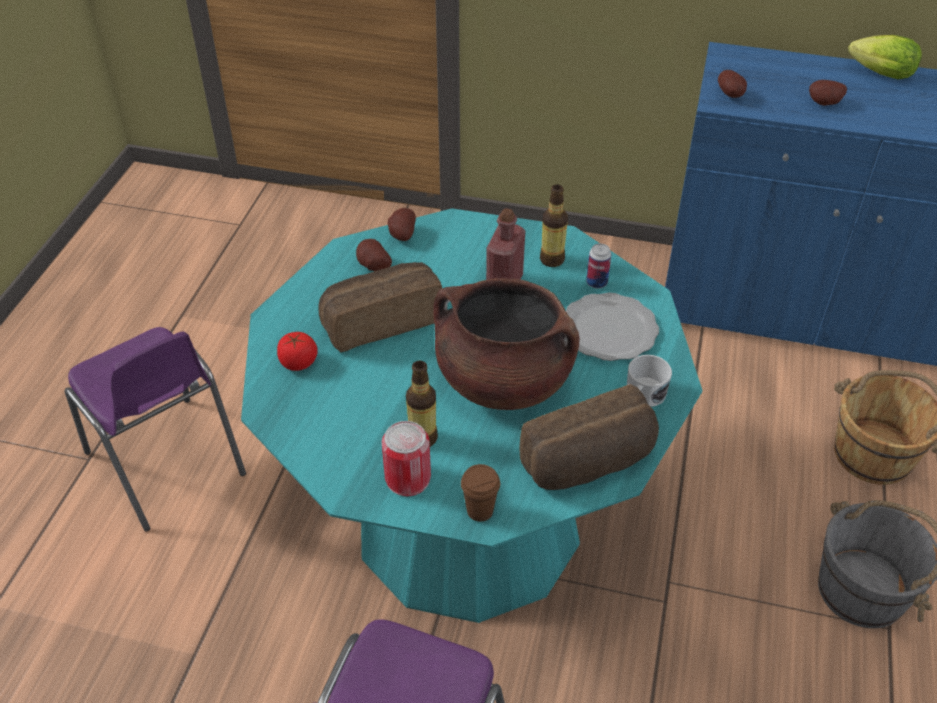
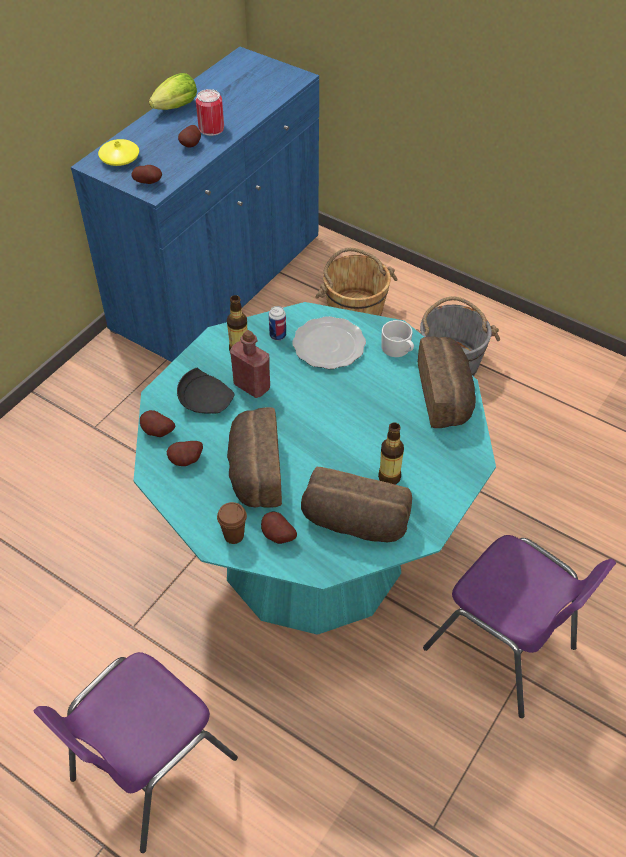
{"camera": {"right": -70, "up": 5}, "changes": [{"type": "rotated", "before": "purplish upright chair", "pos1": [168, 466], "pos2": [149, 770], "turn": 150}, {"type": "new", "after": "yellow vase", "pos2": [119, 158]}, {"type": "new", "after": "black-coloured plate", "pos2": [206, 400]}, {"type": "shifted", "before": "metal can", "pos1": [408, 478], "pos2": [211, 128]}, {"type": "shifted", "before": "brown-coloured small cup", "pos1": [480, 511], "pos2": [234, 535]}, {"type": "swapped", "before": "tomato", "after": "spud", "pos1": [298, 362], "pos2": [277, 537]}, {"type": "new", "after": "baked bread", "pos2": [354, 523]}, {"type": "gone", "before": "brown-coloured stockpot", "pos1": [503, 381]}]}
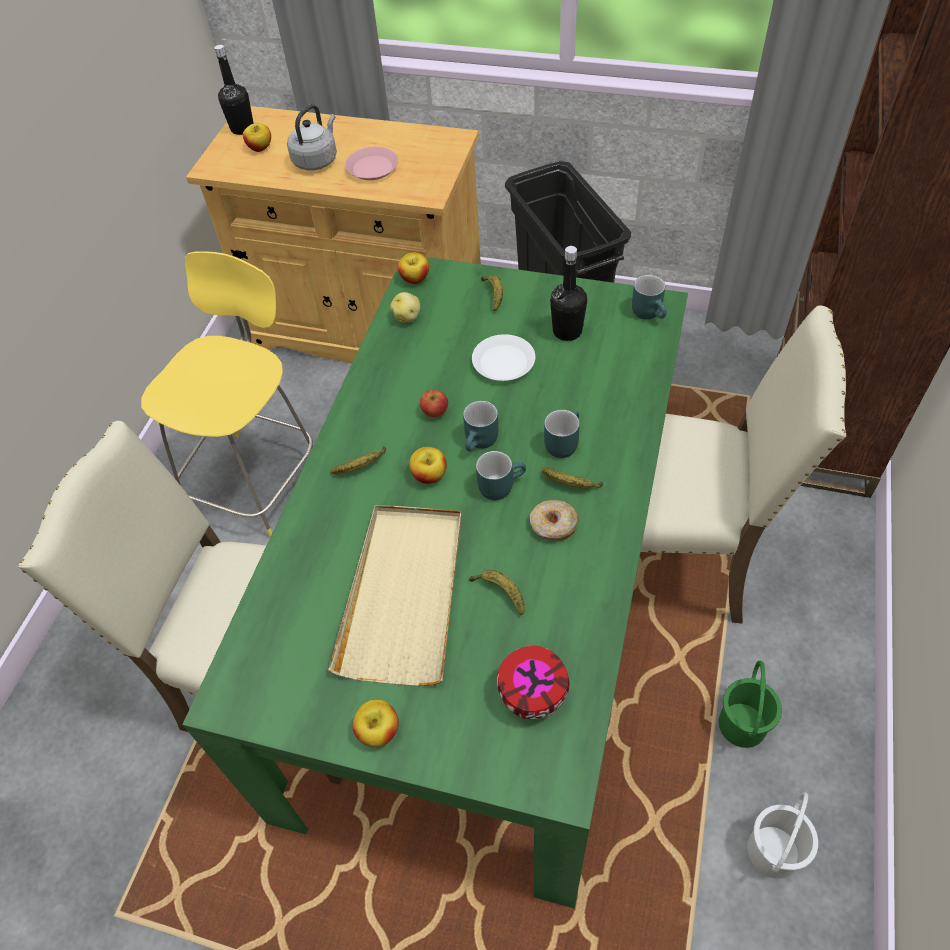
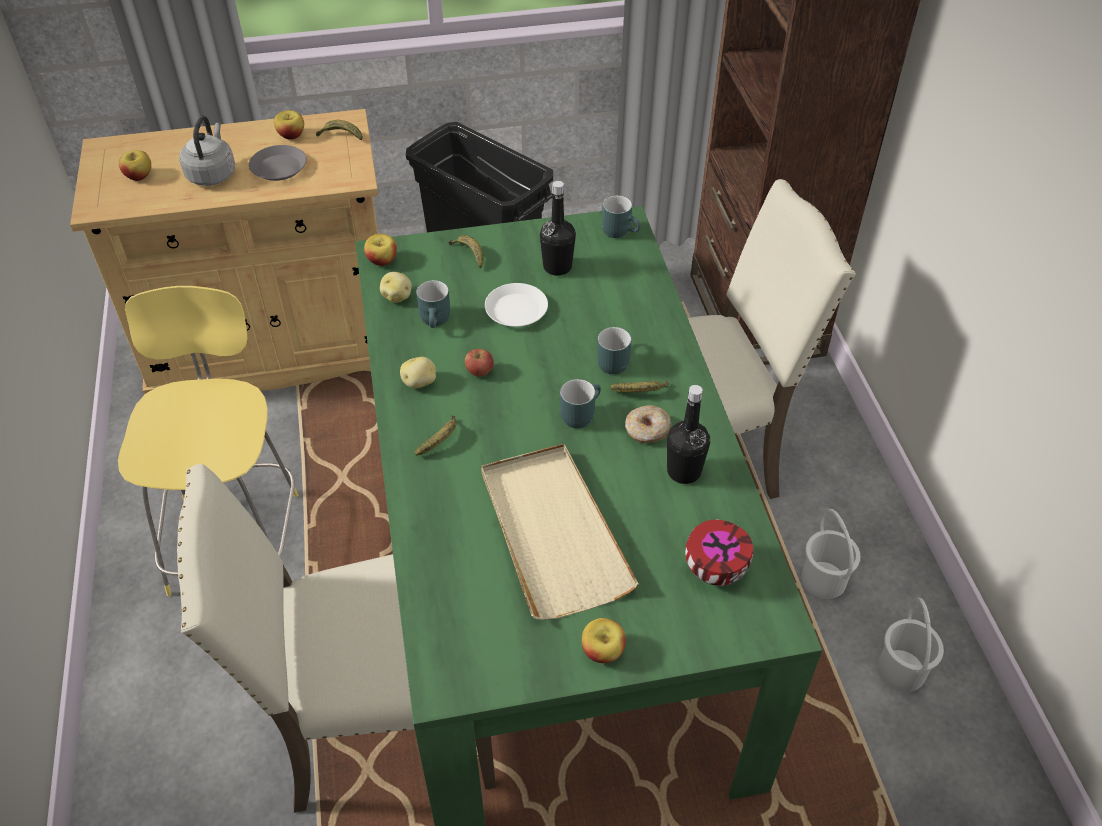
{"camera": {"right": -30, "up": -5}, "changes": [{"type": "repainted", "before": "pinkish plate", "after": "grey plate", "pos1": [372, 168], "pos2": [278, 167]}, {"type": "shifted", "before": "apple fruit", "pos1": [429, 475], "pos2": [291, 135]}, {"type": "shifted", "before": "banana fruit", "pos1": [500, 592], "pos2": [341, 136]}, {"type": "new", "after": "spud", "pos2": [420, 382]}, {"type": "shifted", "before": "blue-green coffee mug", "pos1": [481, 442], "pos2": [437, 320]}, {"type": "shifted", "before": "black-coloured beverage bottle", "pos1": [242, 128], "pos2": [684, 471]}, {"type": "repainted", "before": "greenish water bucket", "after": "whitish water bucket", "pos1": [743, 724], "pos2": [824, 579]}]}
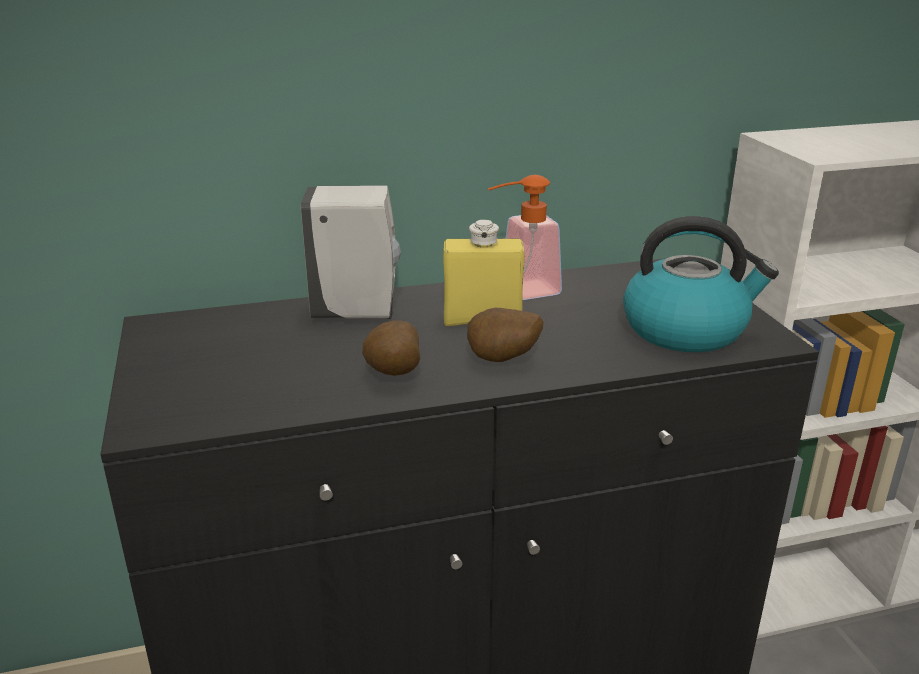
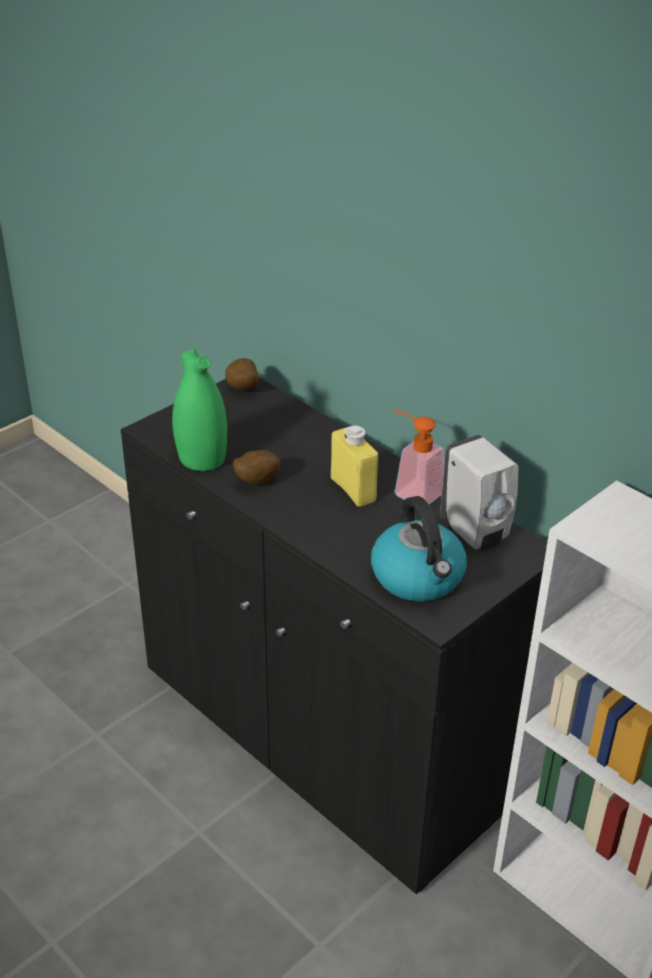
{"camera": {"right": 60, "up": 10}, "changes": [{"type": "new", "after": "greenish vase", "pos2": [202, 457]}, {"type": "shifted", "before": "spud", "pos1": [502, 361], "pos2": [242, 389]}, {"type": "shifted", "before": "whitish soap bottle", "pos1": [359, 313], "pos2": [475, 533]}]}
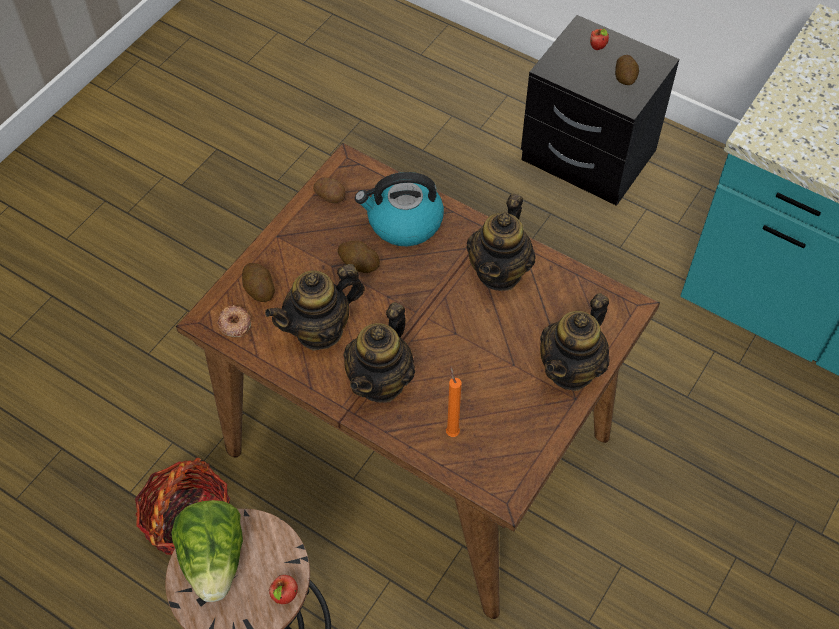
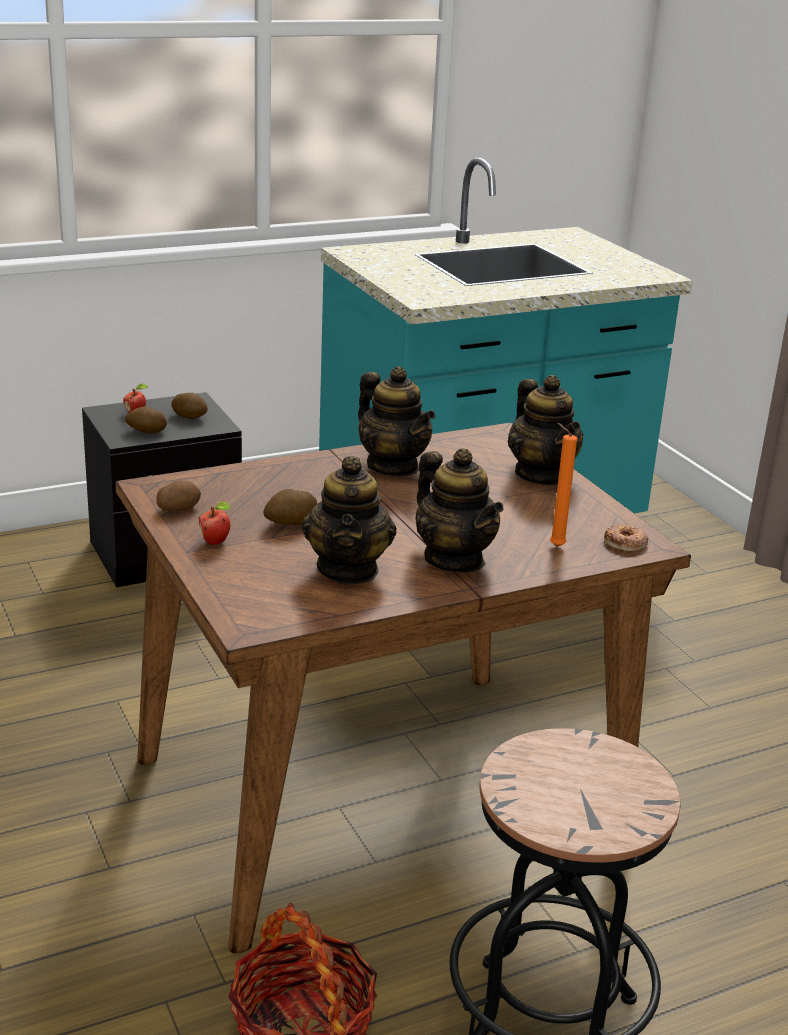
{"camera": {"right": -60, "up": -30}, "changes": [{"type": "shifted", "before": "spud", "pos1": [259, 289], "pos2": [146, 431]}, {"type": "shifted", "before": "apple fruit", "pos1": [285, 597], "pos2": [216, 542]}, {"type": "shifted", "before": "donut", "pos1": [234, 324], "pos2": [625, 543]}, {"type": "gone", "before": "lettuce", "pos1": [214, 560]}, {"type": "gone", "before": "water kettle", "pos1": [403, 222]}]}
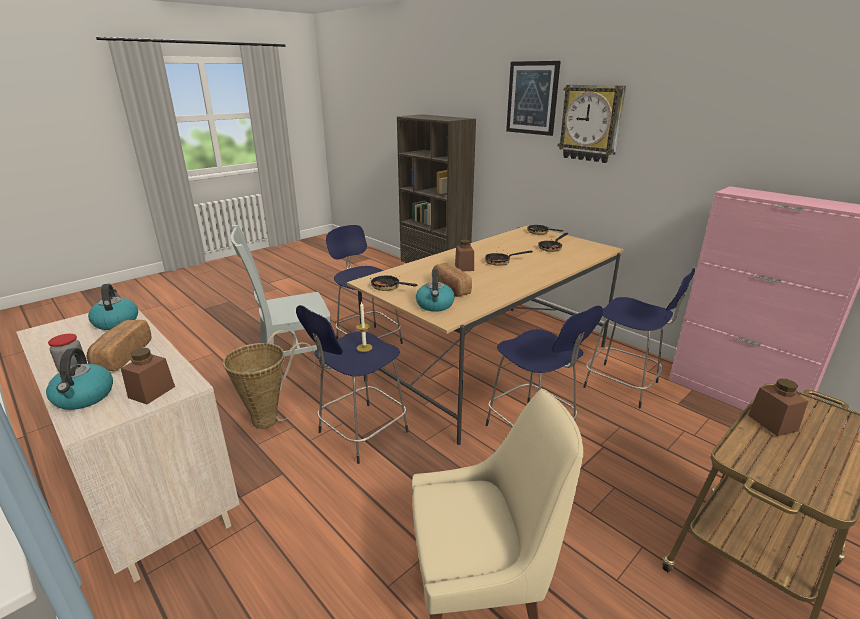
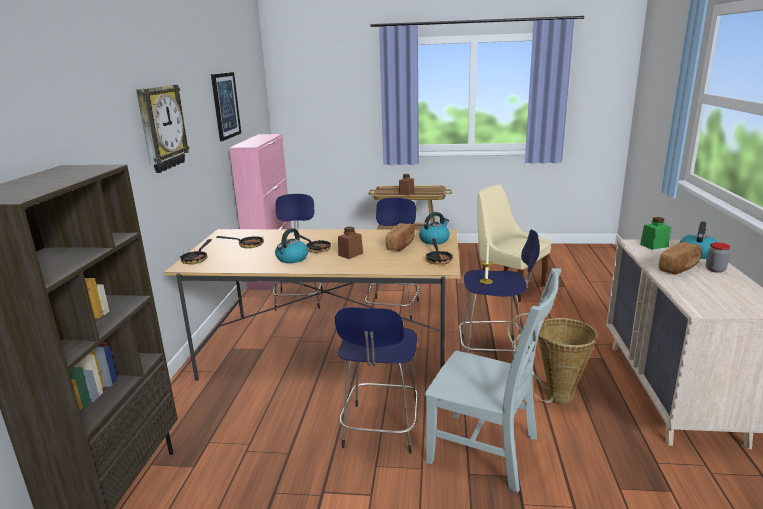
{"camera": {"right": -130, "up": -5}, "changes": [{"type": "shifted", "before": "picture", "pos1": [532, 98], "pos2": [225, 105]}, {"type": "shifted", "before": "water kettle", "pos1": [116, 322], "pos2": [292, 259]}, {"type": "repainted", "before": "brown-coloured preserve jar", "after": "greenish preserve jar", "pos1": [152, 392], "pos2": [654, 245]}]}
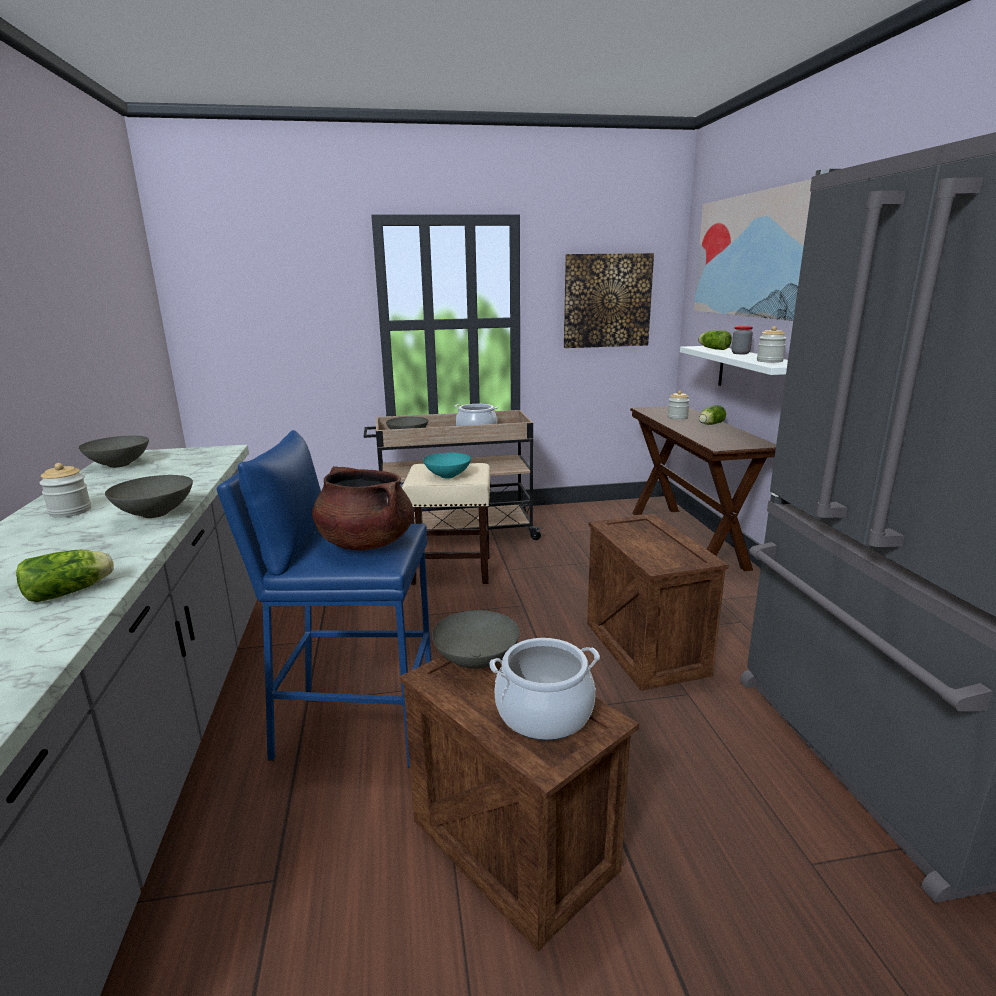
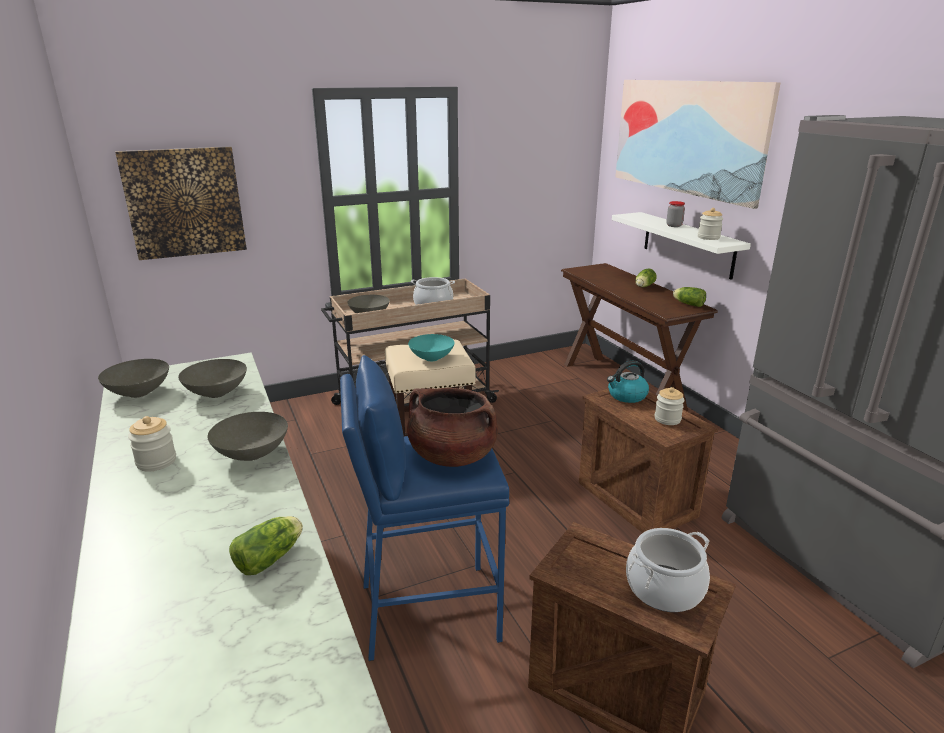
{"camera": {"right": -15, "up": 5}, "changes": [{"type": "shifted", "before": "picture", "pos1": [607, 301], "pos2": [184, 202]}, {"type": "shifted", "before": "grey deep dish", "pos1": [475, 660], "pos2": [216, 393]}, {"type": "new", "after": "water kettle", "pos2": [626, 396]}, {"type": "shifted", "before": "preserve jar", "pos1": [677, 417], "pos2": [667, 419]}, {"type": "shifted", "before": "lettuce", "pos1": [713, 349], "pos2": [687, 304]}]}
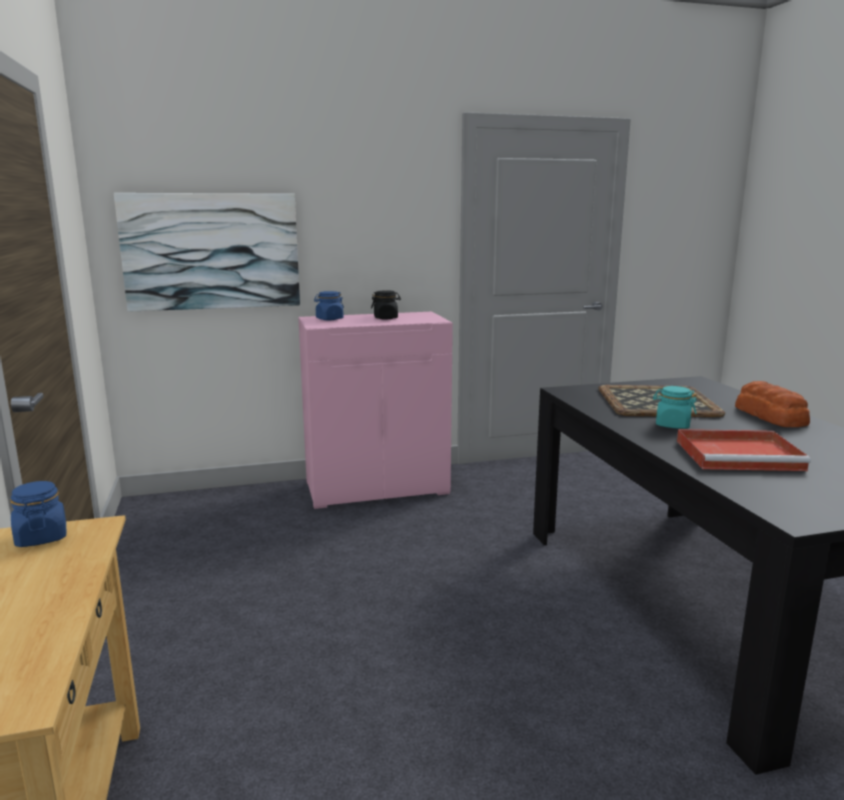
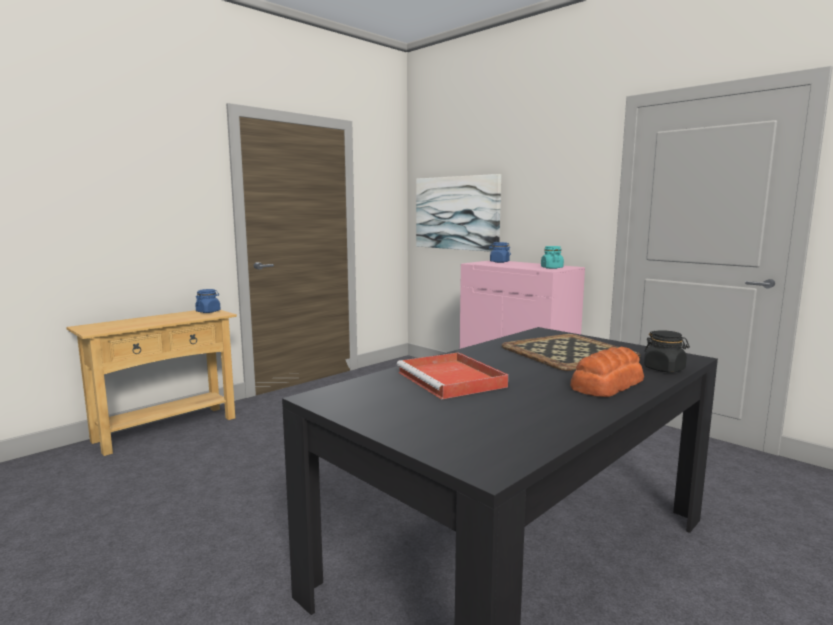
{"camera": {"right": 60, "up": -5}, "changes": [{"type": "shifted", "before": "blue-green preserve jar", "pos1": [672, 425], "pos2": [551, 268]}, {"type": "shifted", "before": "black-coloured preserve jar", "pos1": [386, 318], "pos2": [664, 369]}]}
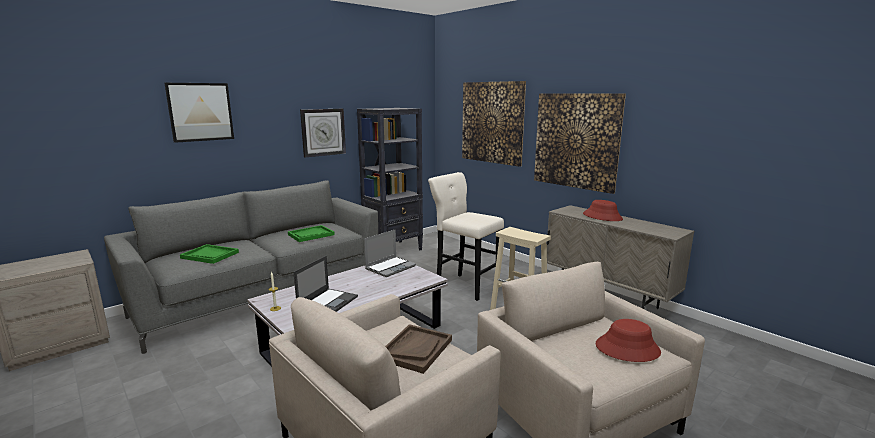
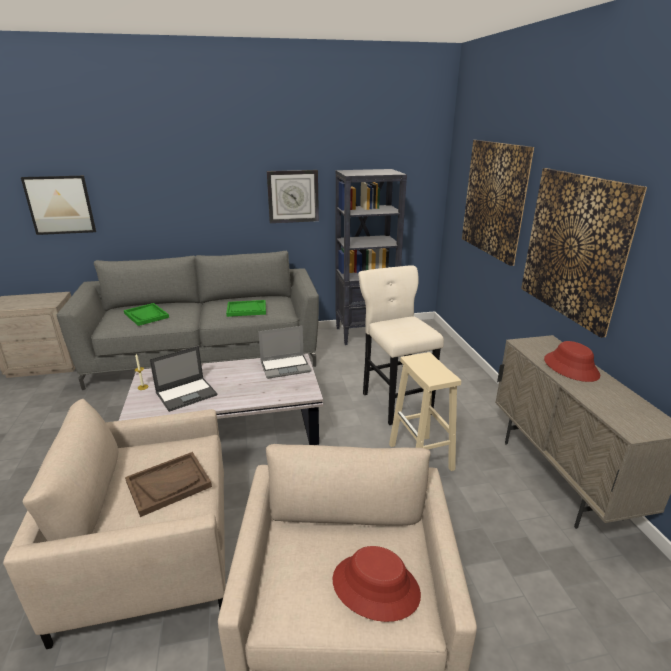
{"camera": {"right": 30, "up": 10}, "changes": [{"type": "shifted", "before": "picture", "pos1": [200, 112], "pos2": [60, 205]}]}
